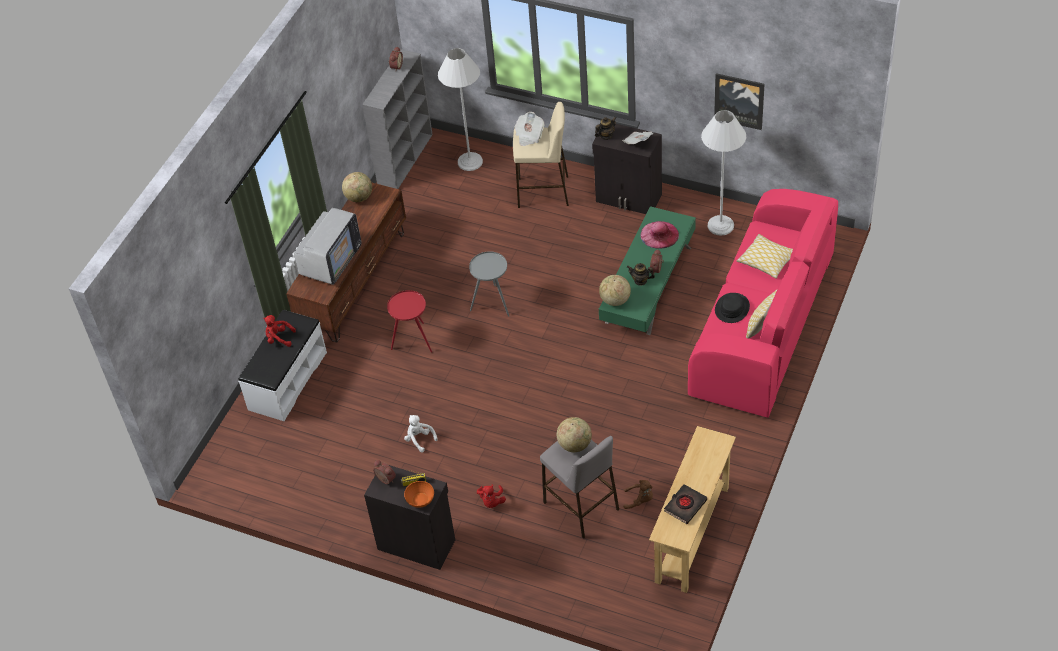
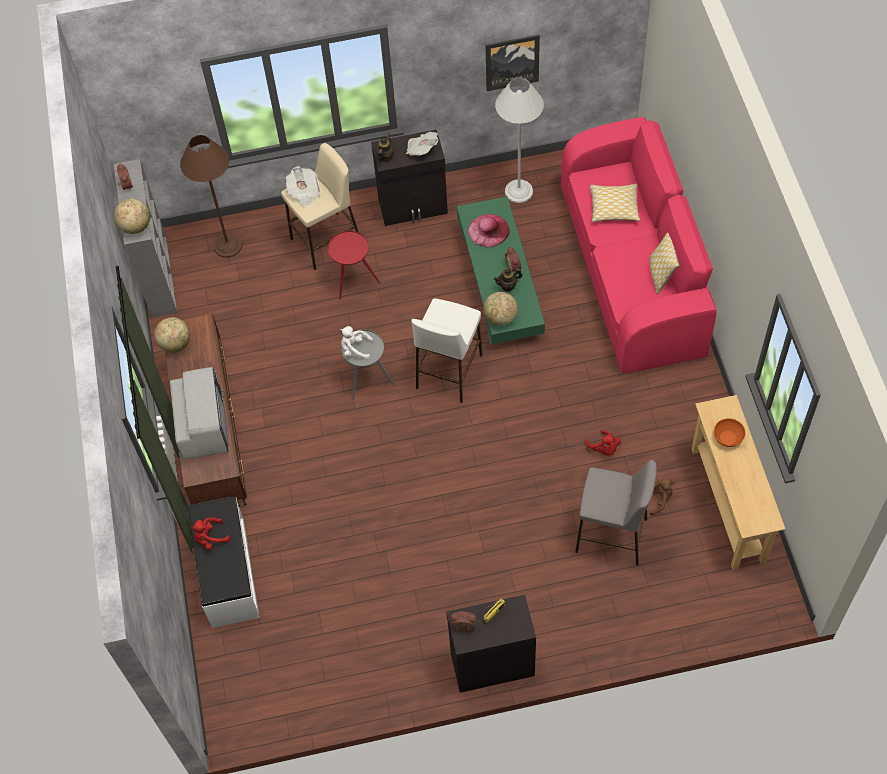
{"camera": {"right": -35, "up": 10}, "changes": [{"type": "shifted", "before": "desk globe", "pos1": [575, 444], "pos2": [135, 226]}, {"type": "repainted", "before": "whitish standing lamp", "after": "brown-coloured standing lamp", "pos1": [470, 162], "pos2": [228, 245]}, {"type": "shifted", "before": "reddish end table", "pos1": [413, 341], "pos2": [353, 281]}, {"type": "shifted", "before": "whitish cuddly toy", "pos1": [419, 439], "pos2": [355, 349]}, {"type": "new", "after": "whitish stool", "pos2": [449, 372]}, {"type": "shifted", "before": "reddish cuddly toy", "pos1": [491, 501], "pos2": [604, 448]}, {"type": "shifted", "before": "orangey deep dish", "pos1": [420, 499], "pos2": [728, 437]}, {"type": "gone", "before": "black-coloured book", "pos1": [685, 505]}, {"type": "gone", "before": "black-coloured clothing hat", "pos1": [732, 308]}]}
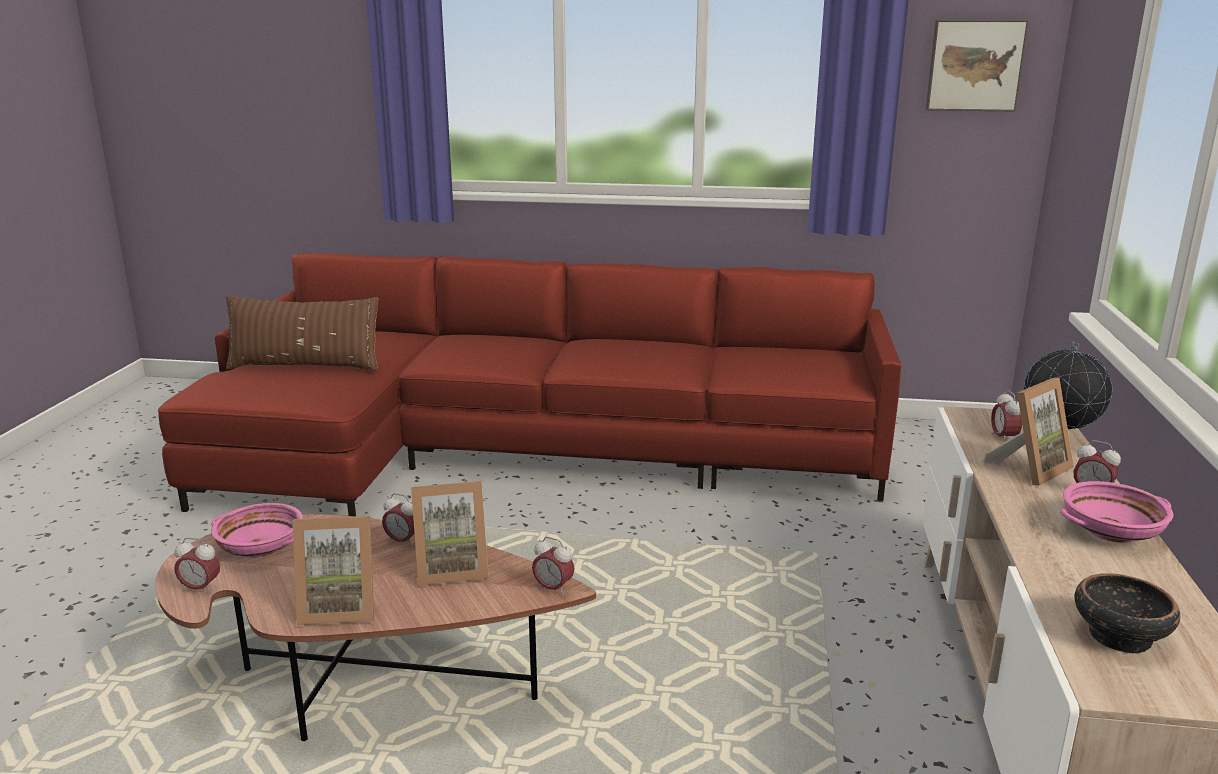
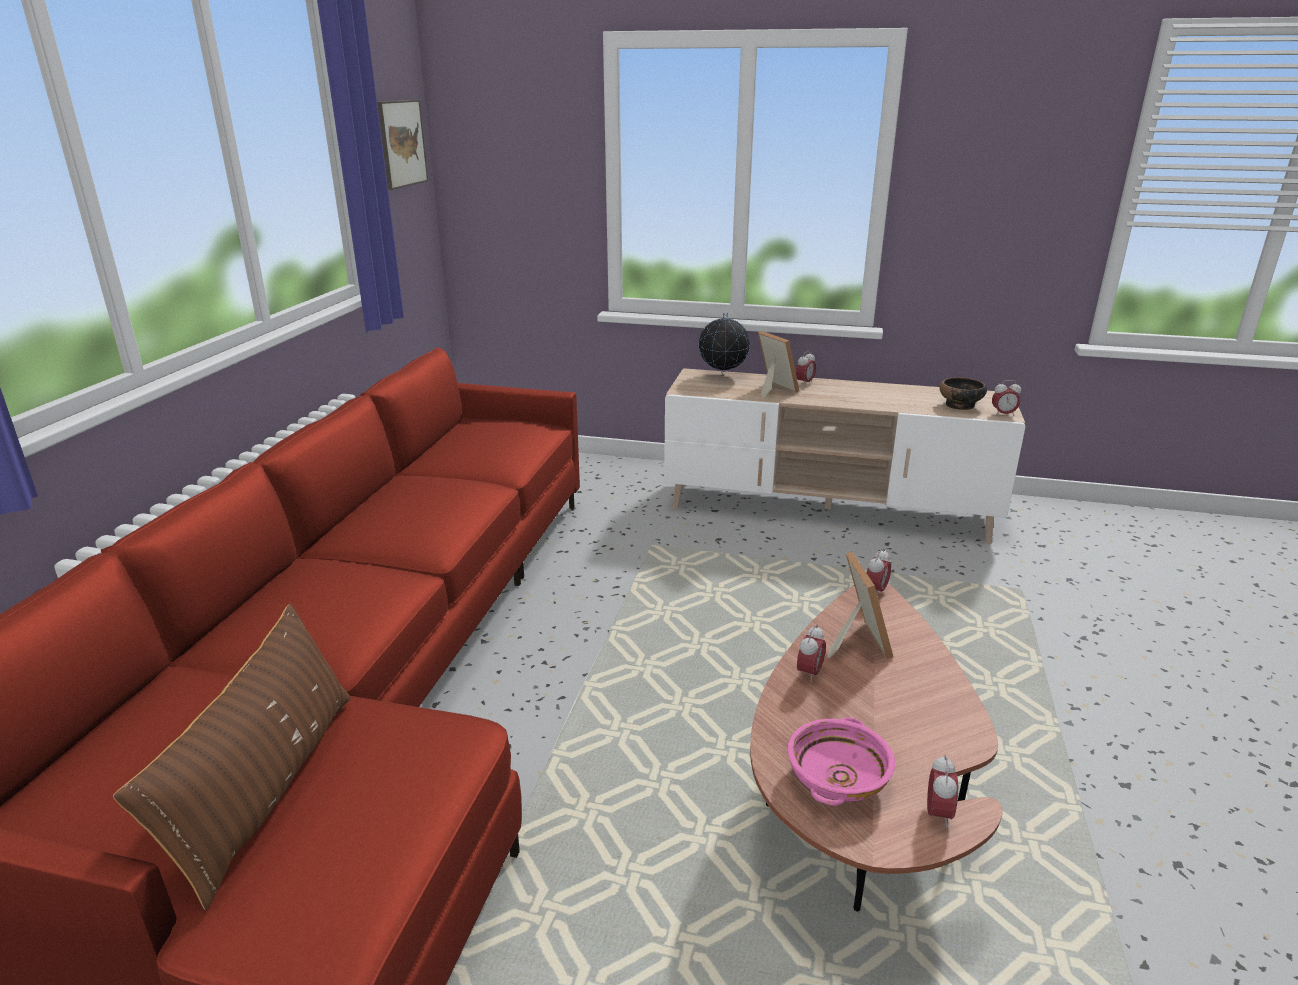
{"camera": {"right": -85, "up": 5}, "changes": [{"type": "shifted", "before": "bedside clock", "pos1": [1003, 438], "pos2": [1003, 414]}, {"type": "gone", "before": "picture frame", "pos1": [340, 607]}, {"type": "gone", "before": "pinkish deep dish", "pos1": [1110, 531]}]}
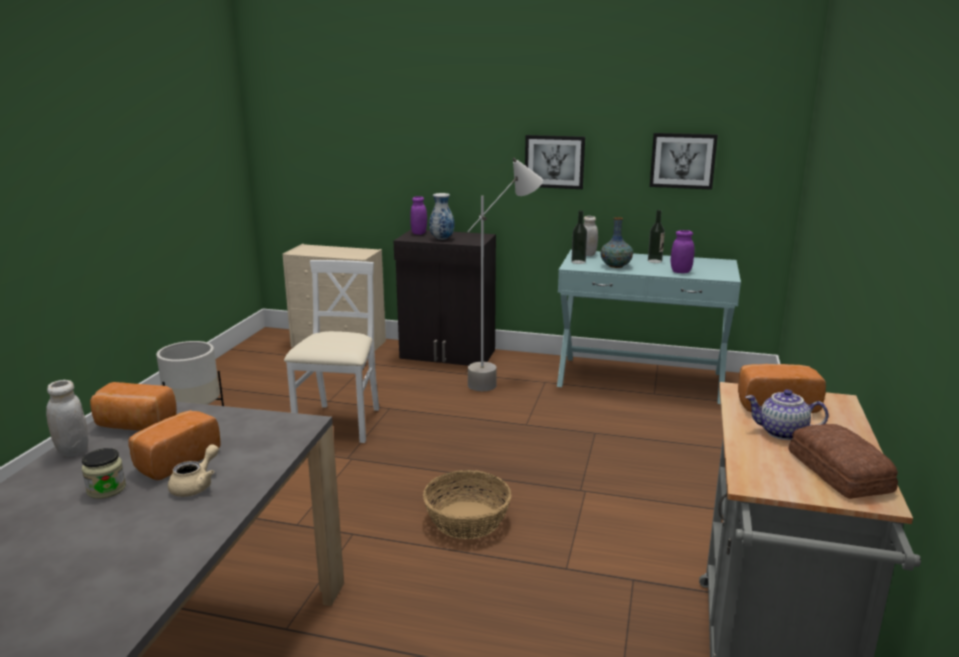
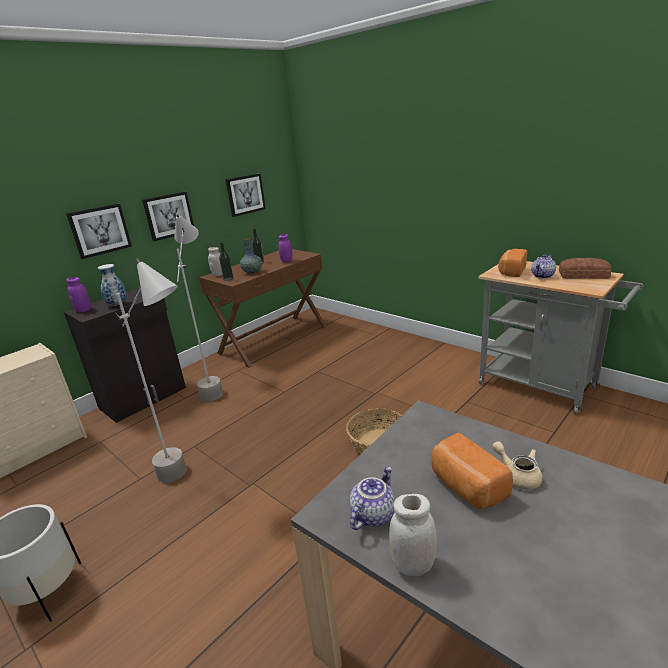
{"camera": {"right": -60, "up": 5}, "changes": [{"type": "new", "after": "picture", "pos2": [99, 230]}, {"type": "swapped", "before": "whitish upright chair", "after": "grey standing lamp", "pos1": [340, 424], "pos2": [189, 479]}, {"type": "repainted", "before": "blue-green console table", "after": "brown-coloured console table", "pos1": [640, 379], "pos2": [273, 339]}, {"type": "swapped", "before": "baked bread", "after": "pot for tea", "pos1": [134, 425], "pos2": [372, 514]}, {"type": "gone", "before": "preserve jar", "pos1": [106, 489]}]}
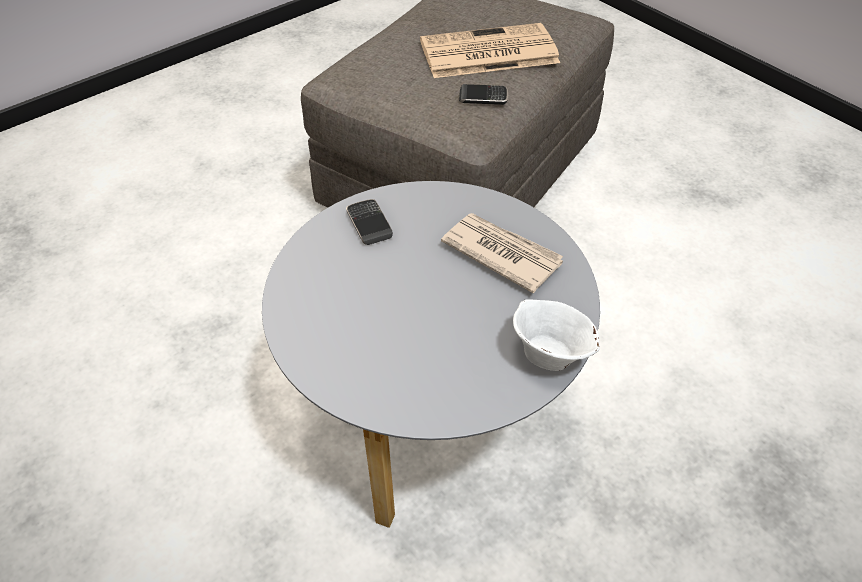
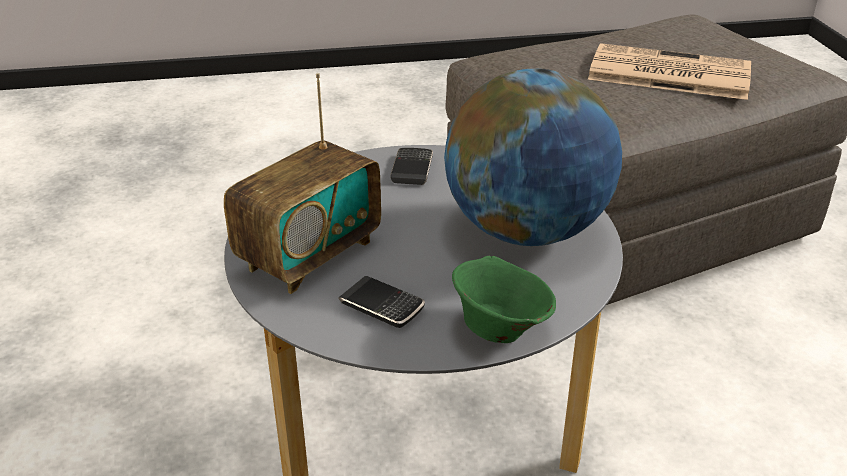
{"camera": {"right": 30, "up": -15}, "changes": [{"type": "new", "after": "radio set", "pos2": [309, 255]}, {"type": "shifted", "before": "phone", "pos1": [483, 97], "pos2": [382, 306]}, {"type": "swapped", "before": "daily paper", "after": "desk globe", "pos1": [501, 253], "pos2": [526, 231]}, {"type": "repainted", "before": "whitish deep dish", "after": "greenish deep dish", "pos1": [549, 352], "pos2": [500, 328]}]}
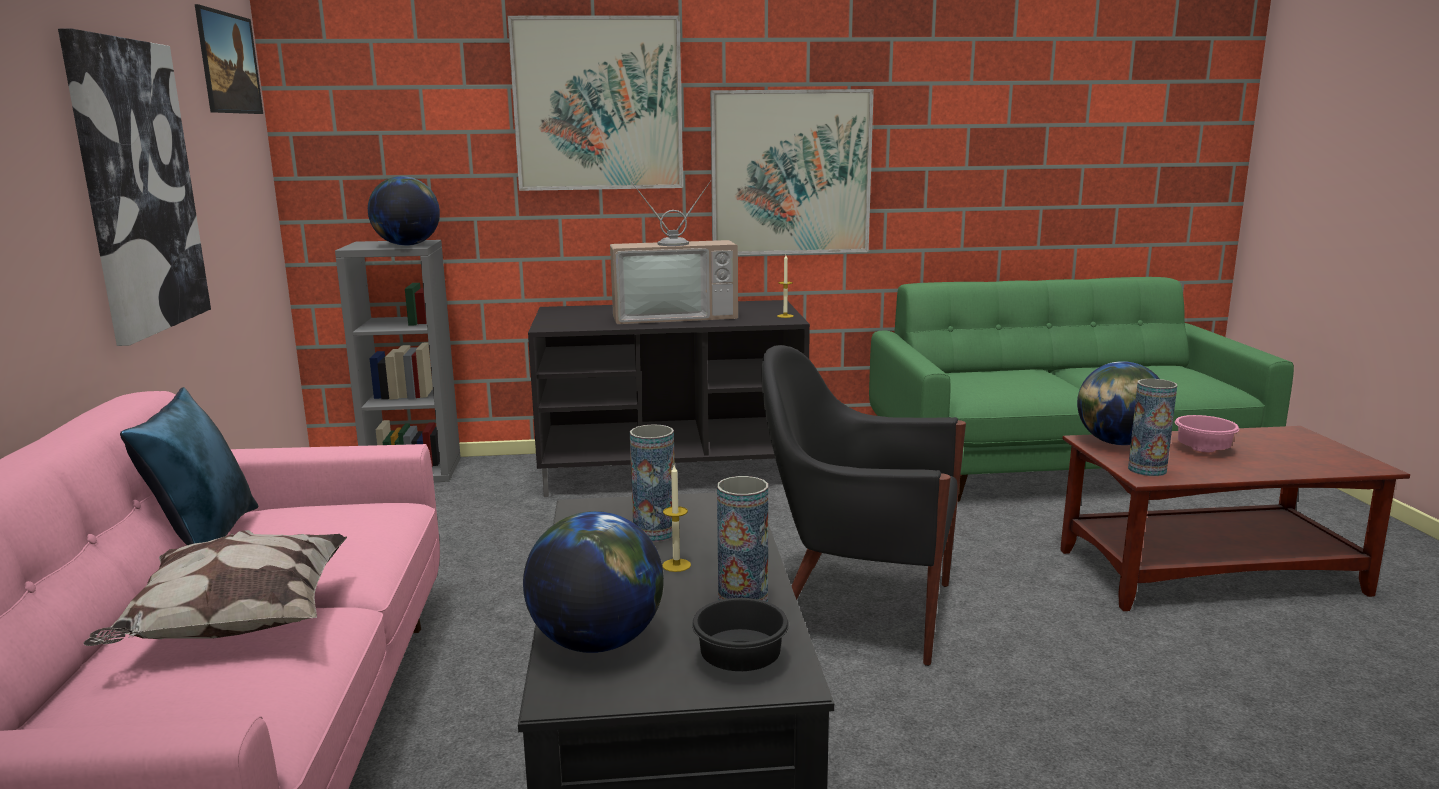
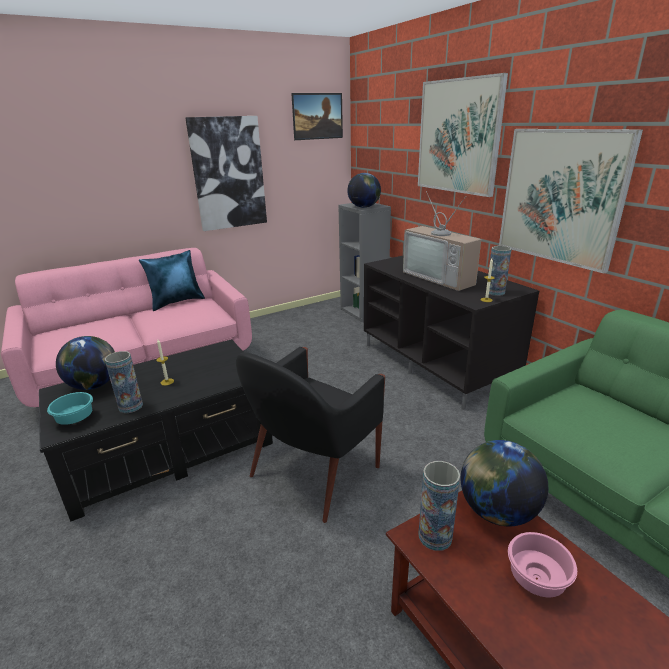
{"camera": {"right": 65, "up": 10}, "changes": [{"type": "repainted", "before": "black-coloured deep dish", "after": "blue-green deep dish", "pos1": [742, 660], "pos2": [76, 419]}, {"type": "rotated", "before": "black-coloured armchair", "pos1": [858, 610], "pos2": [312, 473], "turn": -135}, {"type": "shifted", "before": "vase", "pos1": [654, 532], "pos2": [495, 292]}, {"type": "gone", "before": "throw pillow", "pos1": [236, 626]}]}
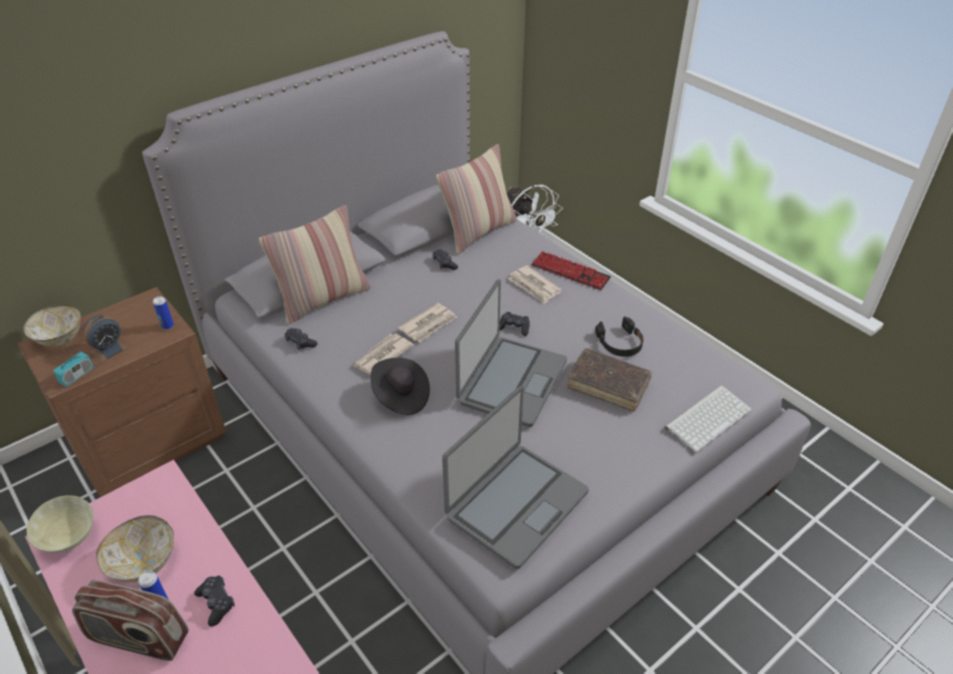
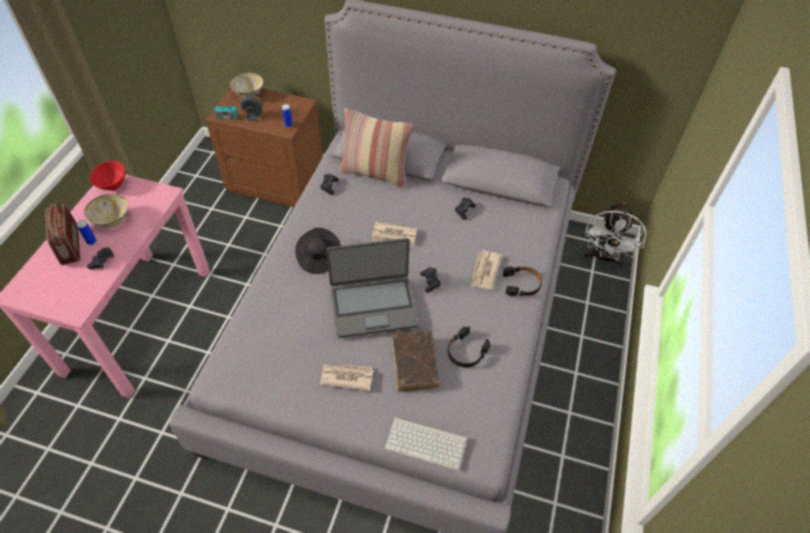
{"camera": {"right": 55, "up": 10}, "changes": [{"type": "repainted", "before": "sand-coloured deep dish", "after": "reddish deep dish", "pos1": [69, 539], "pos2": [112, 185]}, {"type": "shifted", "before": "daily paper", "pos1": [382, 356], "pos2": [346, 377]}, {"type": "swapped", "before": "PC keyboard", "after": "black-coloured headset", "pos1": [570, 272], "pos2": [522, 284]}, {"type": "gone", "before": "throw pillow", "pos1": [478, 232]}, {"type": "gone", "before": "portable computer", "pos1": [516, 504]}]}
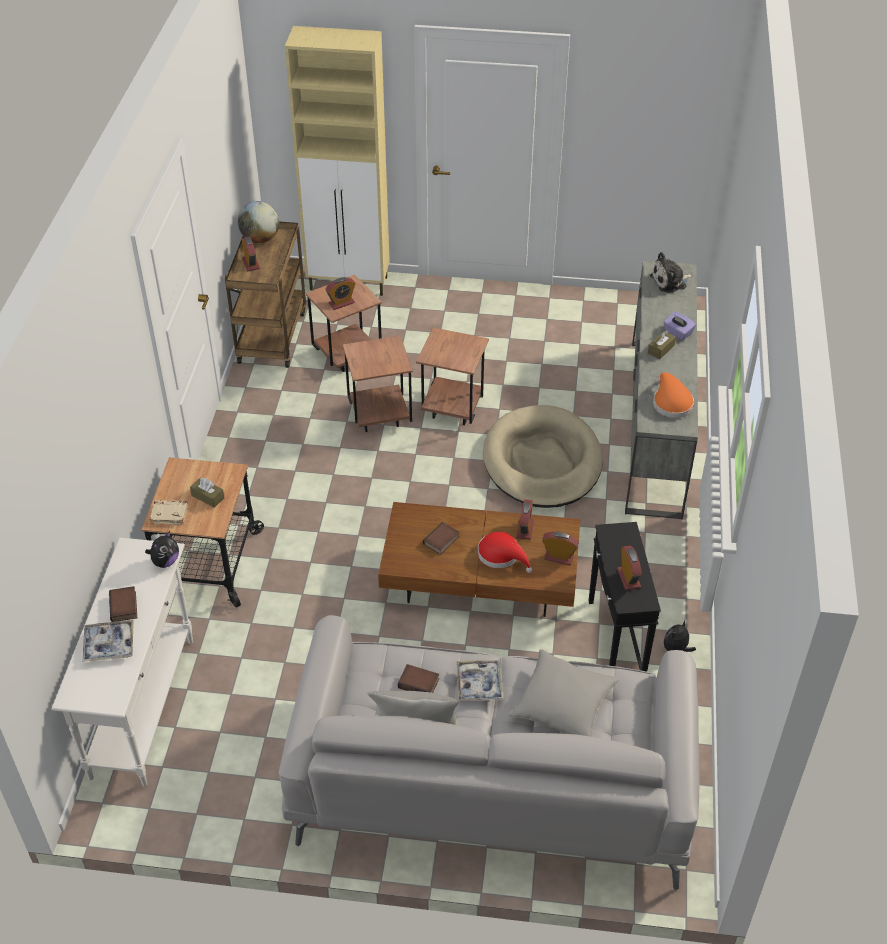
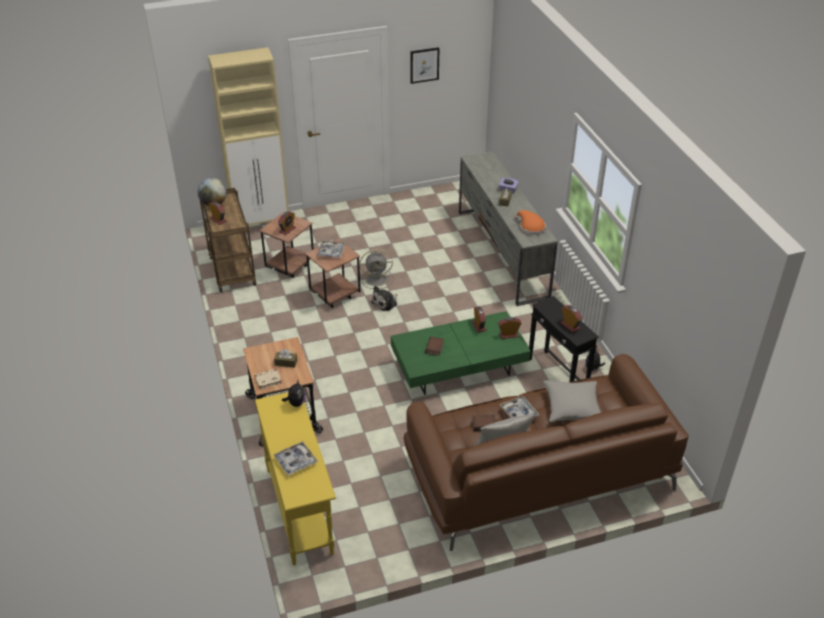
{"camera": {"right": -25, "up": -5}, "changes": [{"type": "repainted", "before": "whitish console table", "after": "yellow console table", "pos1": [144, 706], "pos2": [299, 510]}, {"type": "new", "after": "serving tray", "pos2": [331, 252]}, {"type": "swapped", "before": "brown-coloured end table", "after": "grey fan", "pos1": [453, 409], "pos2": [377, 279]}, {"type": "shifted", "before": "cuddly toy", "pos1": [670, 281], "pos2": [385, 303]}, {"type": "repainted", "before": "brown-coloured low table", "after": "greenish low table", "pos1": [479, 581], "pos2": [458, 368]}, {"type": "repainted", "before": "grey couch", "after": "brown-coloured couch", "pos1": [490, 778], "pos2": [537, 472]}, {"type": "new", "after": "picture", "pos2": [424, 65]}, {"type": "gone", "before": "book", "pos1": [125, 607]}, {"type": "gone", "before": "reddish clothing hat", "pos1": [501, 555]}, {"type": "gone", "before": "sand-coloured dog cushion", "pos1": [542, 462]}]}
